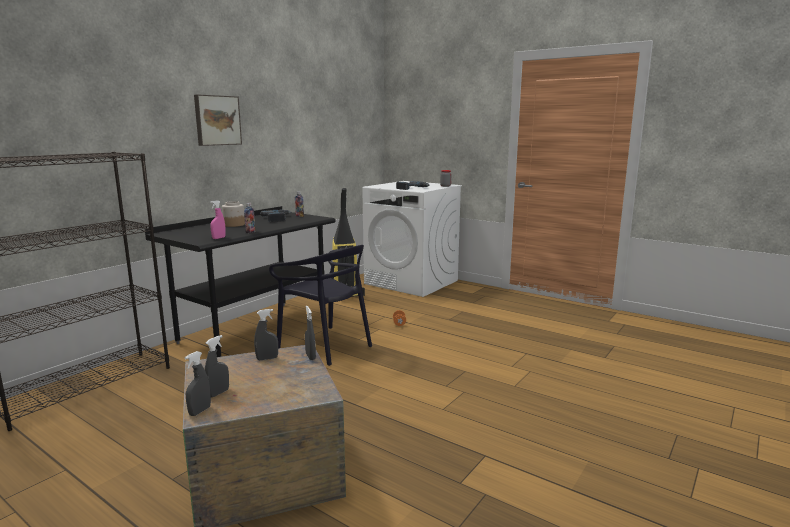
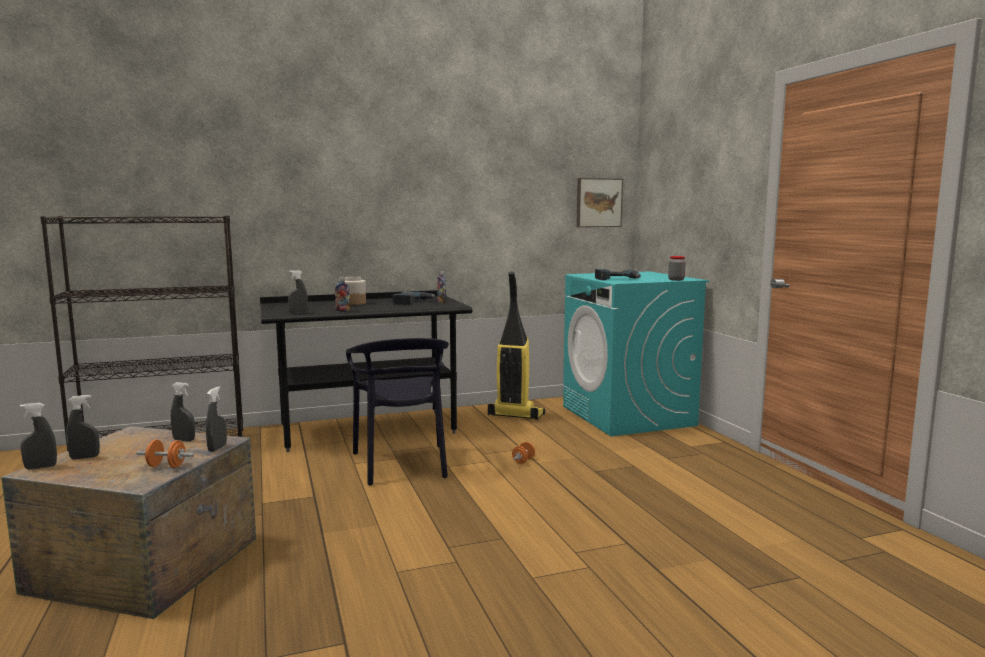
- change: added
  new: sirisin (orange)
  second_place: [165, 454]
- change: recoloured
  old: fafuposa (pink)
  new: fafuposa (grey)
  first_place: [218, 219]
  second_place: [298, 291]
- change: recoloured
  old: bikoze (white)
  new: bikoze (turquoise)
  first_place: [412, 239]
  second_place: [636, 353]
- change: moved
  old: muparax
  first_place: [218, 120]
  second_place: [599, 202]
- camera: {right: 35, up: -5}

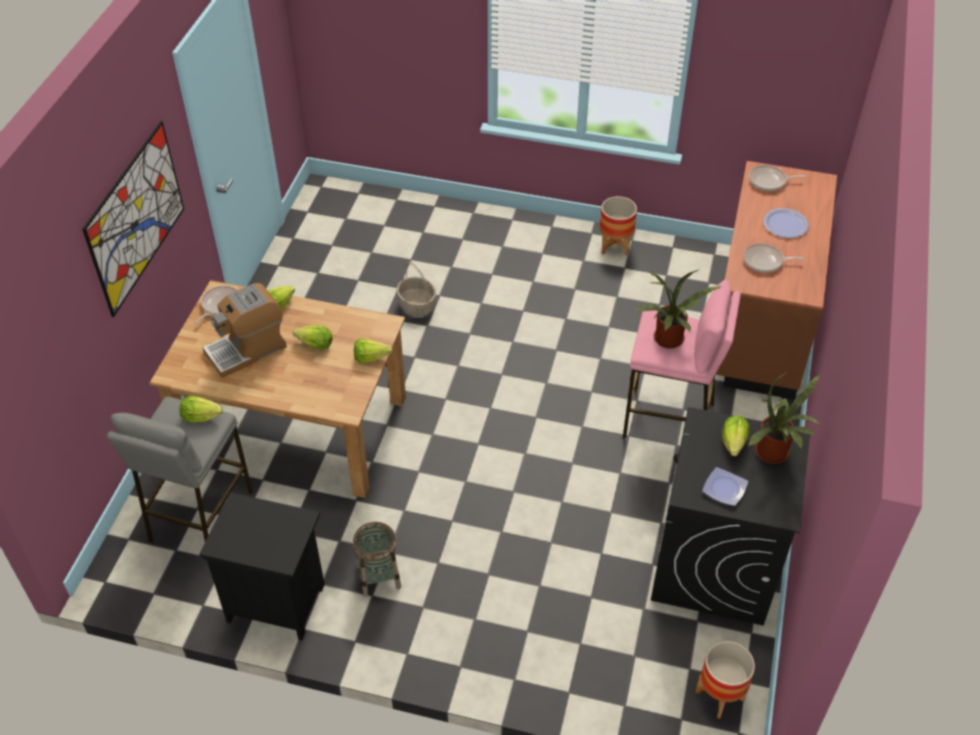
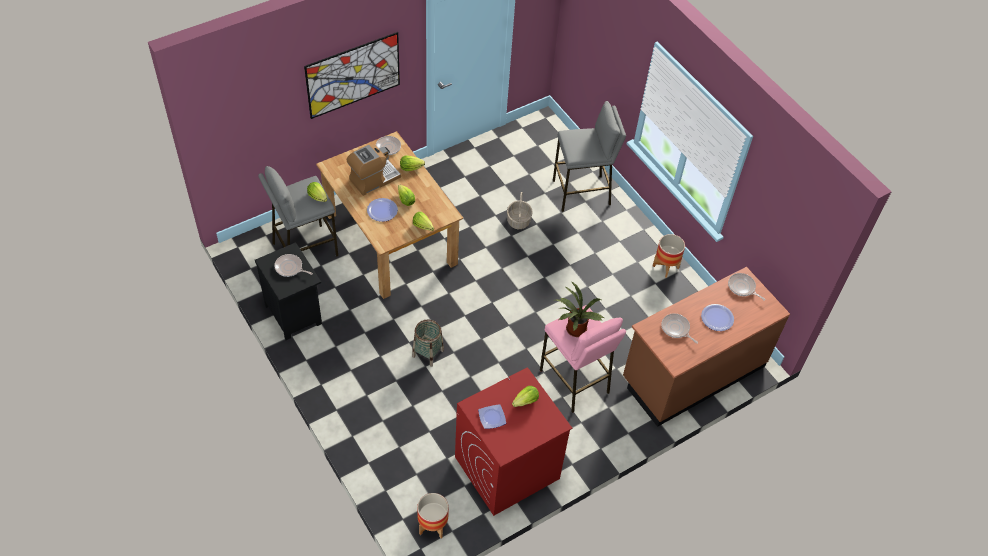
- change: added
  new: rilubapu
  second_place: [293, 265]
- change: turned
  old: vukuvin
  first_place: [244, 330]
  second_place: [374, 170]
  degrees: 135
- change: added
  new: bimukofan
  second_place: [382, 210]
- change: moved
  old: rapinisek
  first_place: [377, 559]
  second_place: [428, 343]
- change: recoloured
  old: bikoze (black)
  new: bikoze (red)
  first_place: [730, 516]
  second_place: [513, 441]
- change: added
  new: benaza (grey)
  second_place: [589, 156]
- change: removed
  old: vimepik
  first_place: [785, 418]
- camera: {right: 40, up: 5}

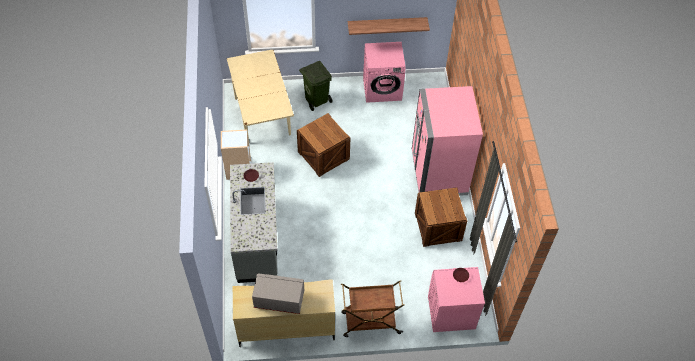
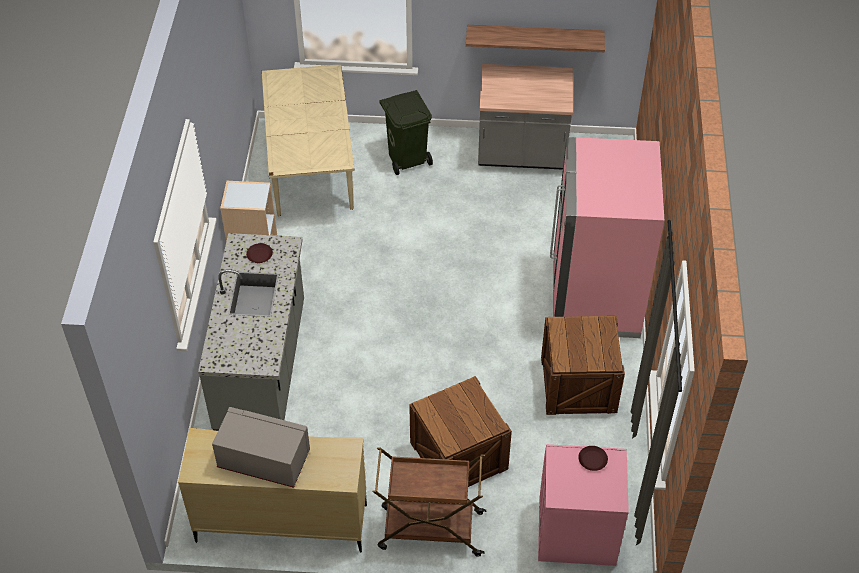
- change: moved
  old: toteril
  first_place: [323, 145]
  second_place: [460, 431]
- change: replaced
  old: bikoze (pink)
  new: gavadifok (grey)
  first_place: [384, 72]
  second_place: [525, 117]
- camera: {right: 10, up: -5}

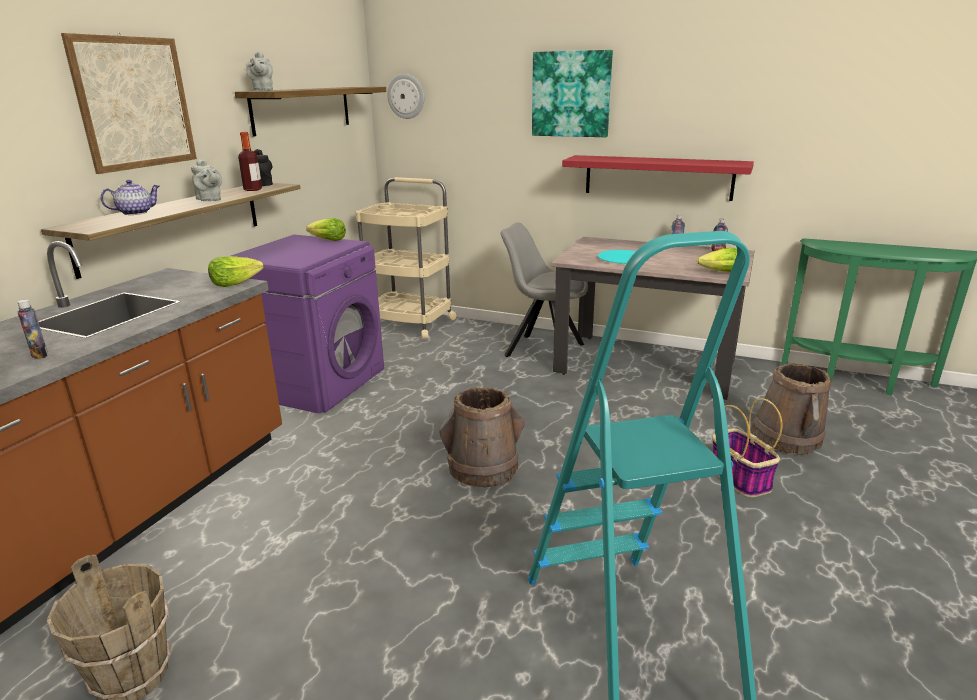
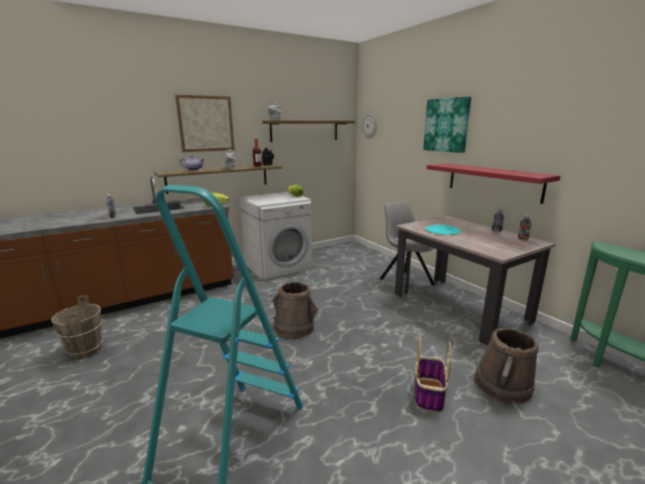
- change: recoloured
  old: bikoze (purple)
  new: bikoze (white)
  first_place: [307, 324]
  second_place: [276, 236]
- change: removed
  old: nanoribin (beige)
  first_place: [406, 258]
- change: removed
  old: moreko
  first_place: [717, 260]
- camera: {right: 35, up: -5}

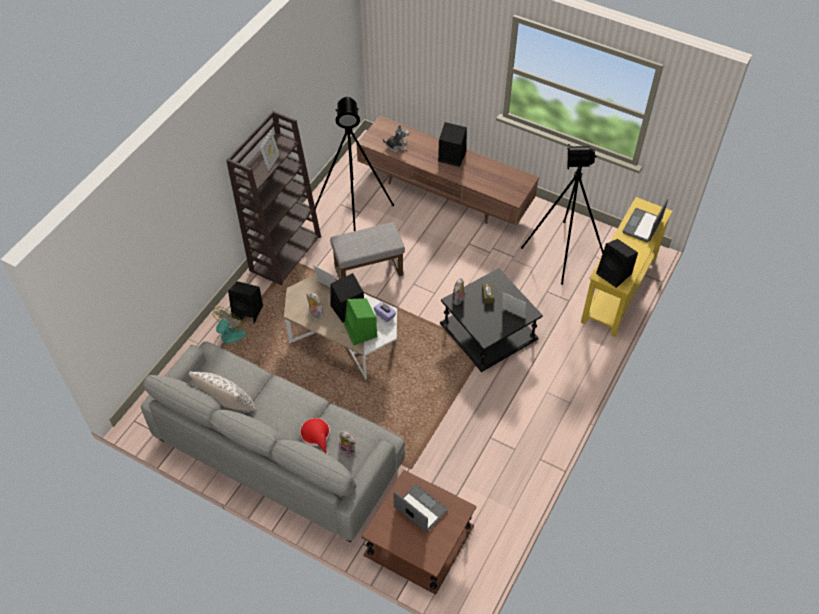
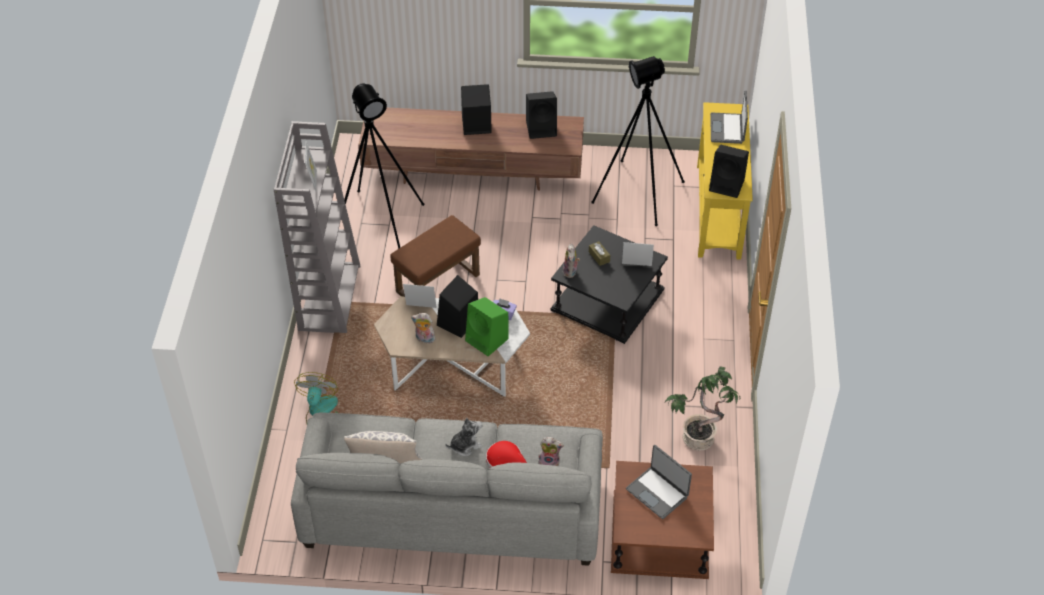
- change: recoloured
  old: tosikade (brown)
  new: tosikade (grey)
  first_place: [273, 198]
  second_place: [317, 227]
- change: recoloured
  old: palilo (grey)
  new: palilo (brown)
  first_place: [367, 250]
  second_place: [435, 255]
- change: moved
  old: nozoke
  first_place: [395, 138]
  second_place: [463, 437]
- change: moved
  old: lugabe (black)
  first_place: [245, 302]
  second_place: [541, 115]
- change: turned
  old: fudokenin
  first_place: [420, 508]
  second_place: [659, 482]
  degrees: -150
- change: added
  new: vimepik
  second_place: [702, 408]
- camera: {right: -25, up: -5}

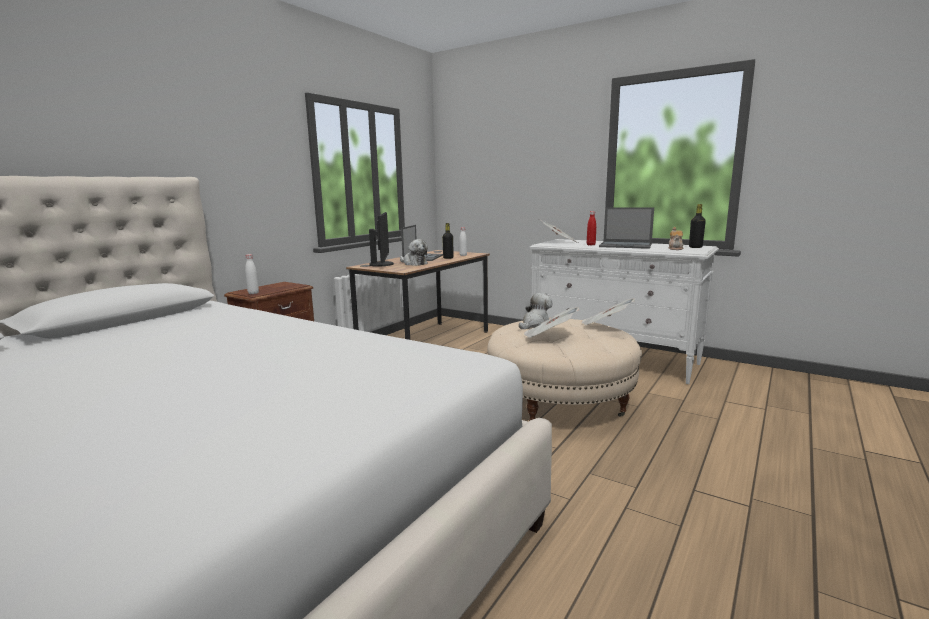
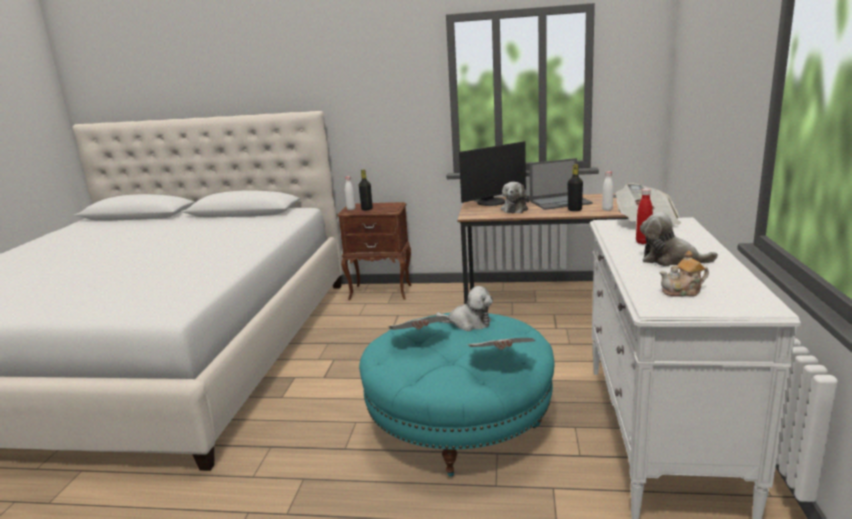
- change: moved
  old: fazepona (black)
  first_place: [697, 226]
  second_place: [366, 190]
- change: recoloured
  old: palilo (beige)
  new: palilo (turquoise)
  first_place: [565, 369]
  second_place: [456, 395]
- change: replaced
  old: fudokenin
  new: nozoke
  first_place: [626, 228]
  second_place: [679, 239]
- camera: {right: 65, up: 5}

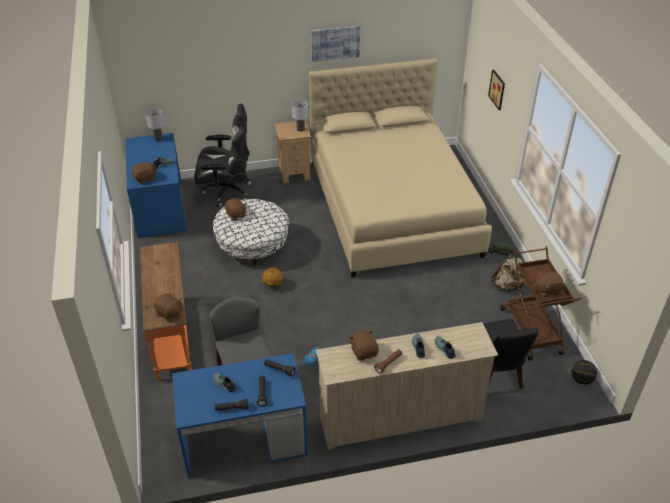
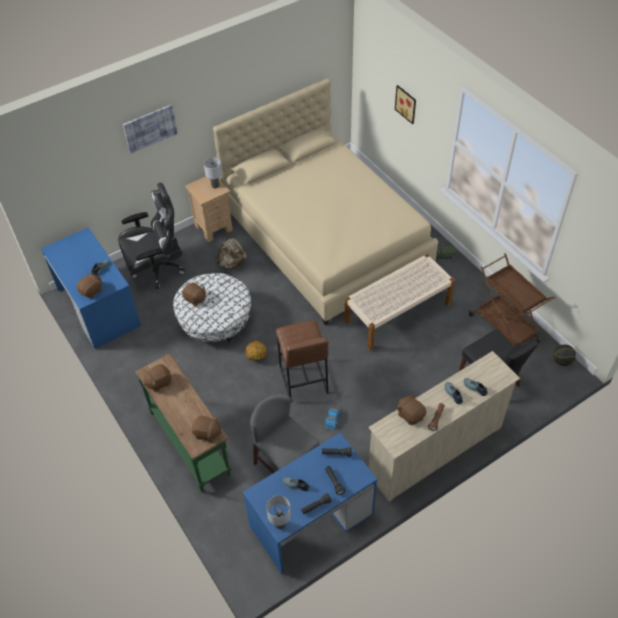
- change: moved
  old: muparax
  first_place: [335, 44]
  second_place: [150, 128]
- change: recoloured
  old: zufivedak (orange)
  new: zufivedak (green)
  first_place: [166, 311]
  second_place: [183, 423]
- change: moved
  old: nozoke (brown)
  first_place: [549, 284]
  second_place: [157, 378]
- change: moved
  old: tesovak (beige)
  first_place: [508, 273]
  second_place: [230, 253]
- change: moved
  old: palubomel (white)
  first_place: [154, 124]
  second_place: [278, 512]
- change: added
  new: benaza (brown)
  second_place: [302, 361]
- change: added
  new: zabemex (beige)
  second_place: [399, 302]
- camera: {right: -20, up: 10}

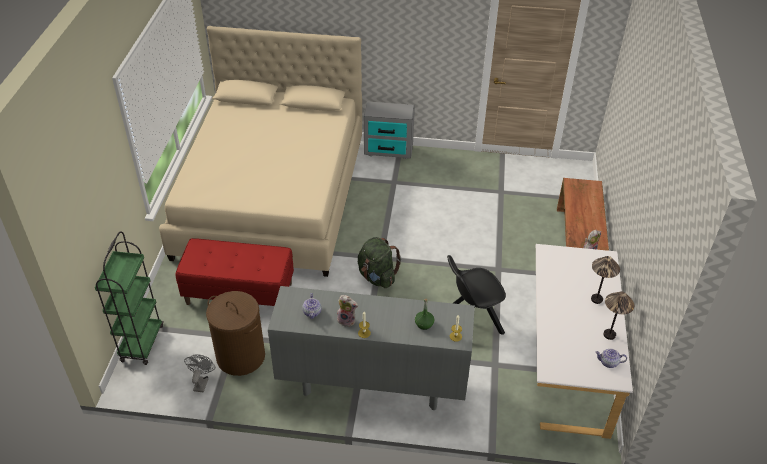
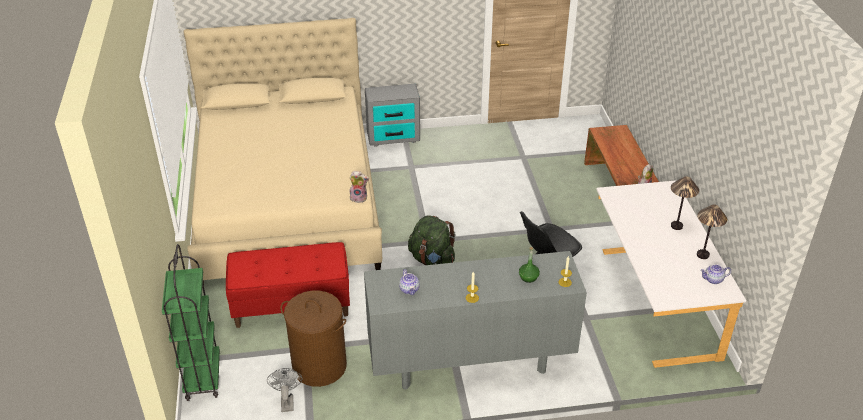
- change: moved
  old: nozoke
  first_place: [347, 311]
  second_place: [359, 187]
- camera: {right: -15, up: -5}

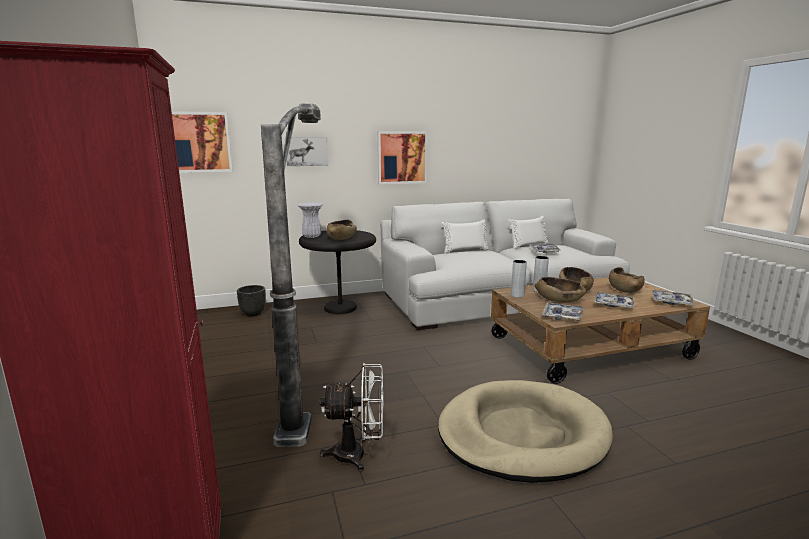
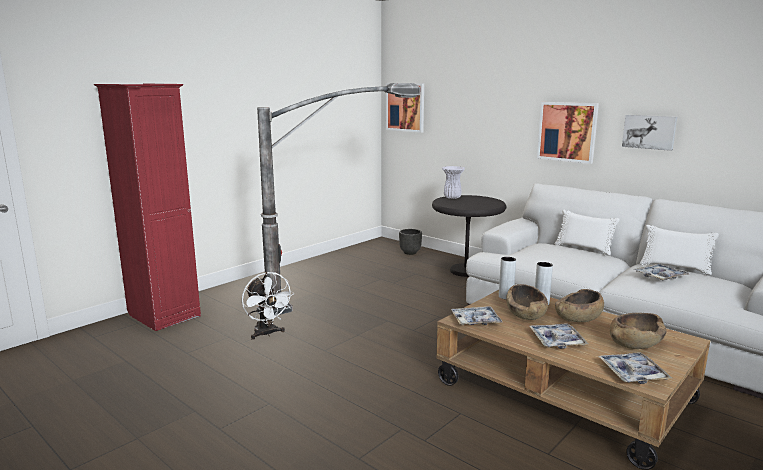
- change: moved
  old: muparax
  first_place: [306, 151]
  second_place: [649, 133]
- change: removed
  old: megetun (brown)
  first_place: [342, 230]
- change: removed
  old: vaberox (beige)
  first_place: [525, 431]
- camera: {right: 60, up: 0}

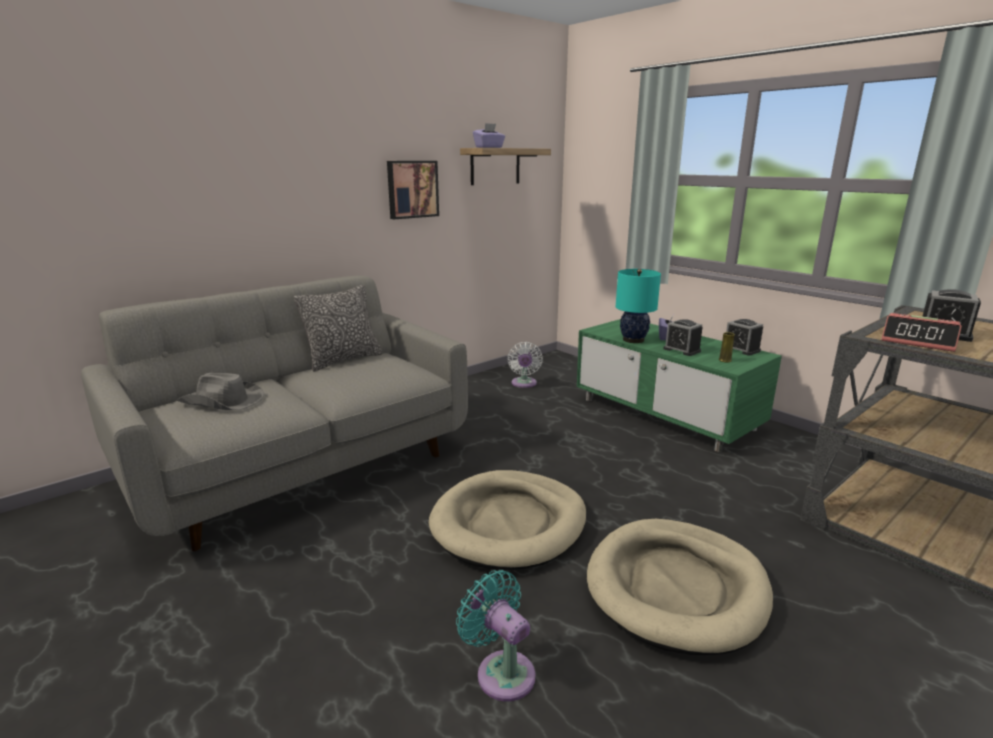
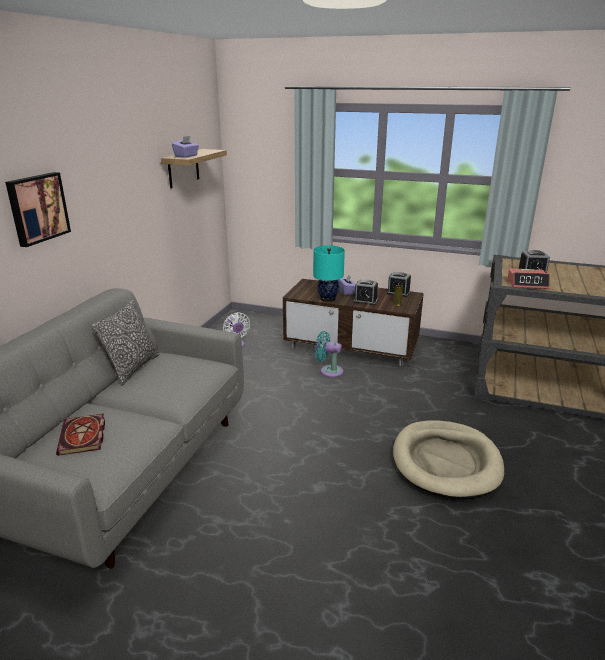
- change: moved
  old: muparax
  first_place: [413, 190]
  second_place: [38, 209]
- change: replaced
  old: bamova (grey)
  new: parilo
  first_place: [220, 392]
  second_place: [80, 435]
- change: recoloured
  old: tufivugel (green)
  new: tufivugel (brown)
  first_place: [679, 385]
  second_place: [353, 322]
- change: moved
  old: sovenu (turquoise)
  first_place: [496, 635]
  second_place: [329, 354]
- change: removed
  old: vaberox (beige)
  first_place: [507, 520]
- camera: {right: -30, up: 5}

